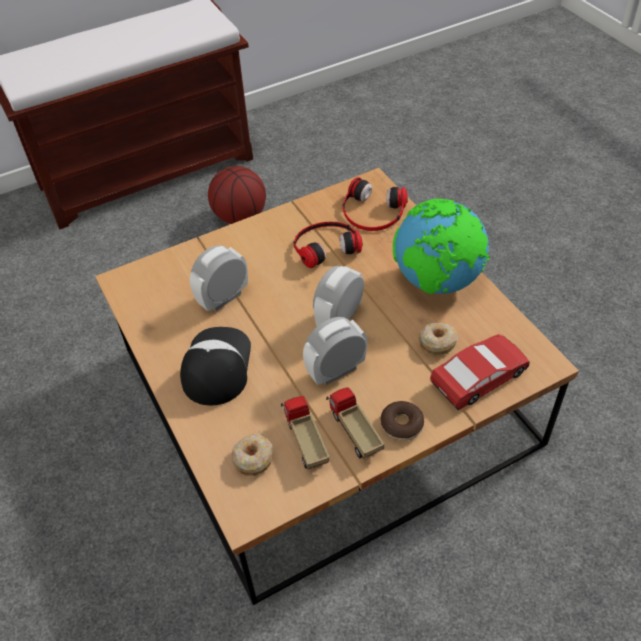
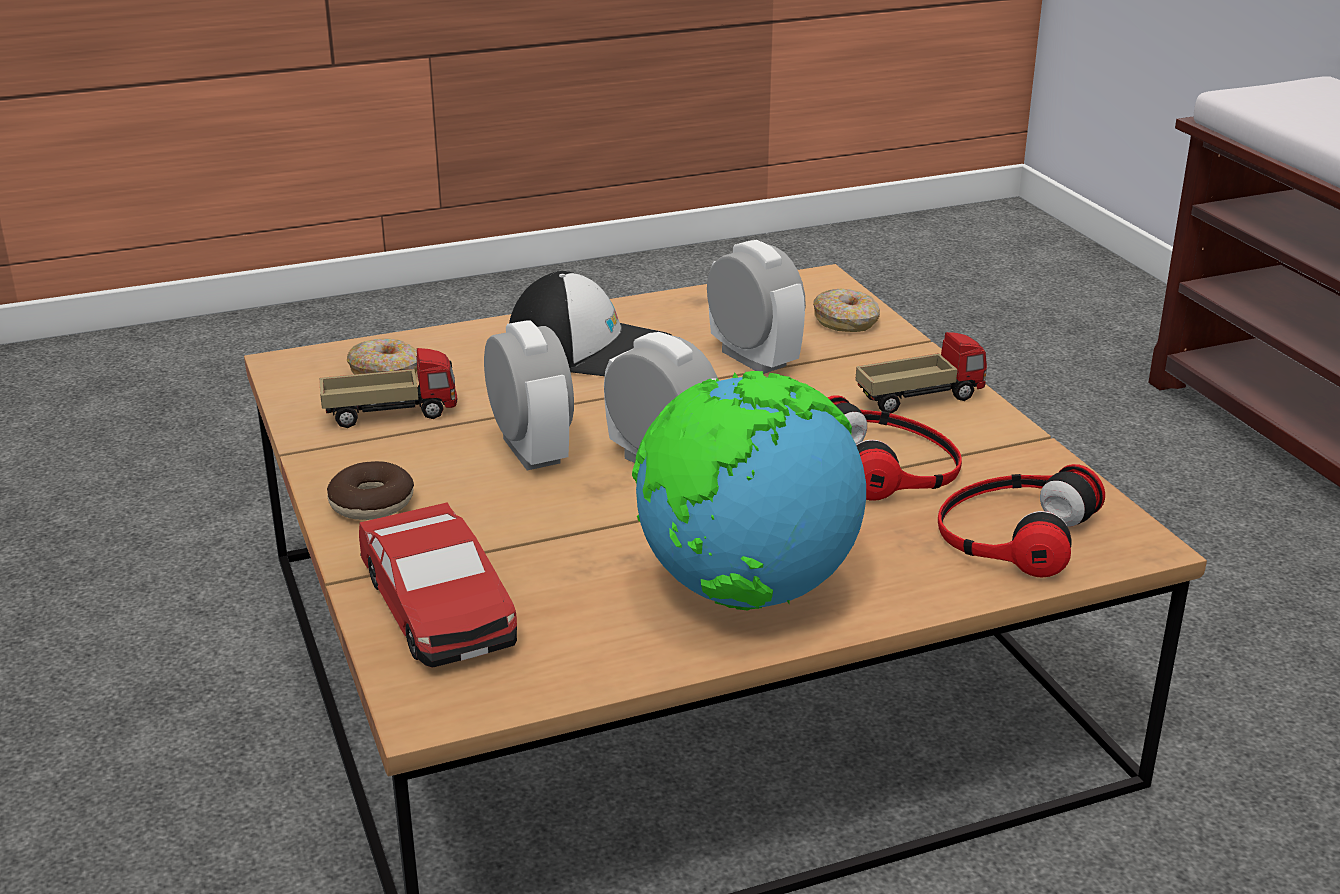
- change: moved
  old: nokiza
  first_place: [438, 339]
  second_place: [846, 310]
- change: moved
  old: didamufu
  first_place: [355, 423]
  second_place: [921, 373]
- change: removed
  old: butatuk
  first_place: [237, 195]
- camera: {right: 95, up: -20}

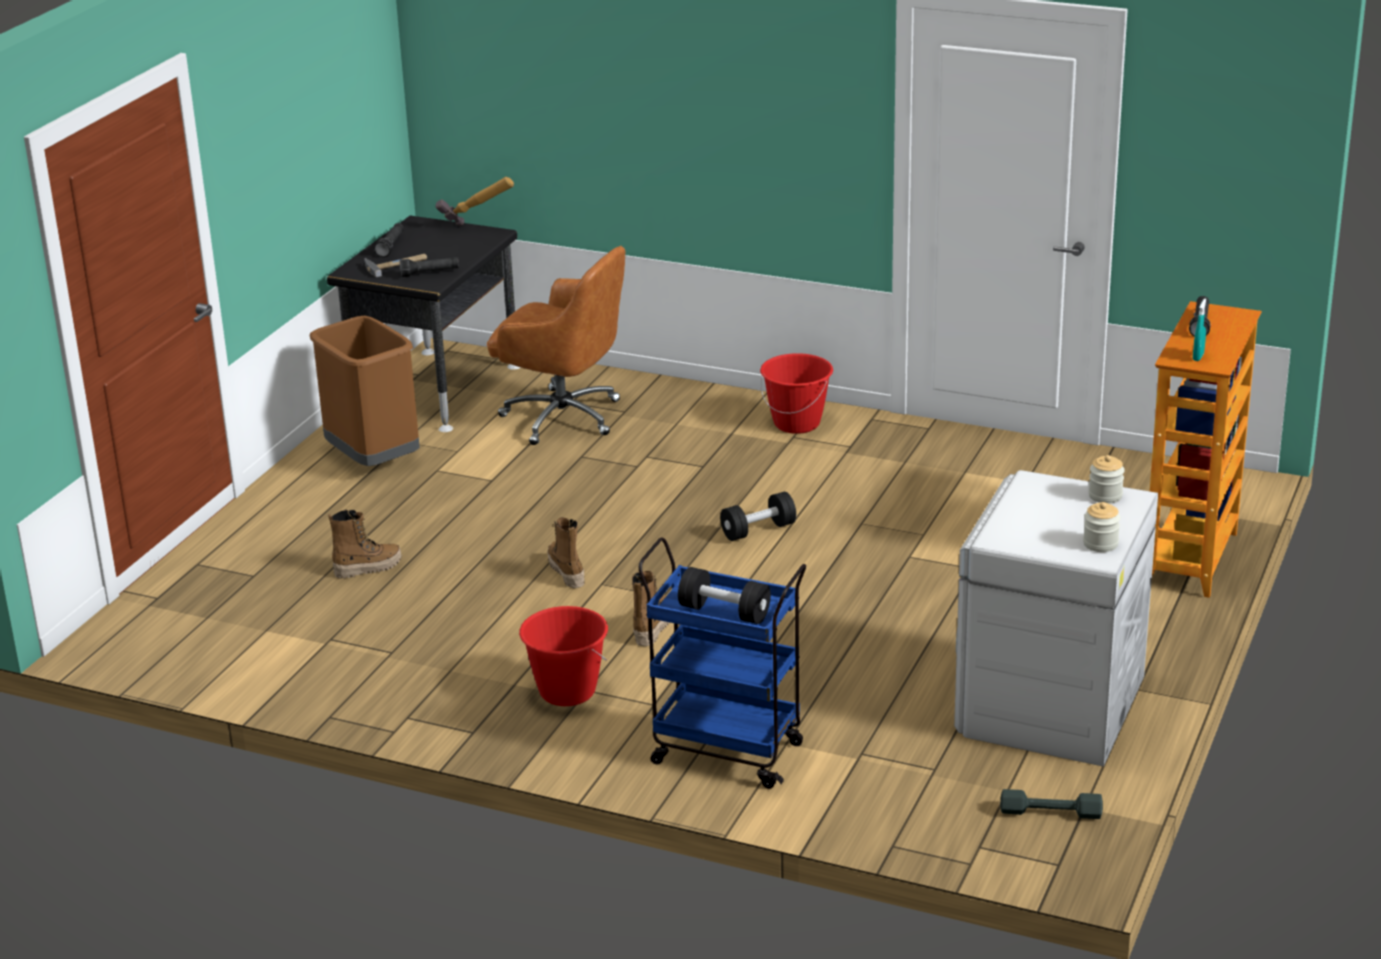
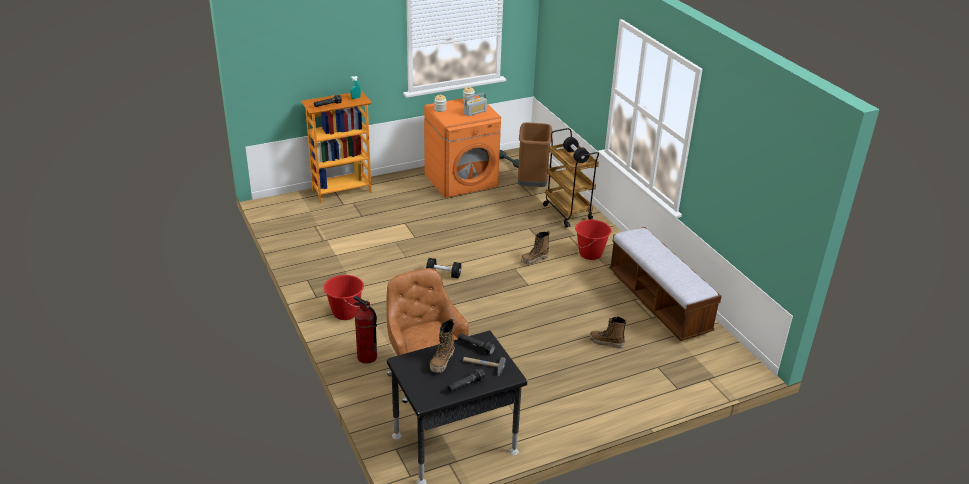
- change: added
  new: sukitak
  second_place: [365, 330]
- change: recoloured
  old: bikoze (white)
  new: bikoze (orange)
  first_place: [1056, 618]
  second_place: [462, 147]
- change: moved
  old: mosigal
  first_place: [566, 552]
  second_place: [442, 345]
- change: added
  new: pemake
  second_place: [475, 104]
- change: moved
  old: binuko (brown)
  first_place: [365, 391]
  second_place: [535, 154]
- change: recoloured
  old: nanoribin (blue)
  new: nanoribin (brown)
  first_place: [722, 663]
  second_place: [571, 177]
- change: added
  new: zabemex
  second_place: [665, 284]
- change: removed
  old: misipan
  first_place: [475, 201]
- camera: {right: -140, up: 5}

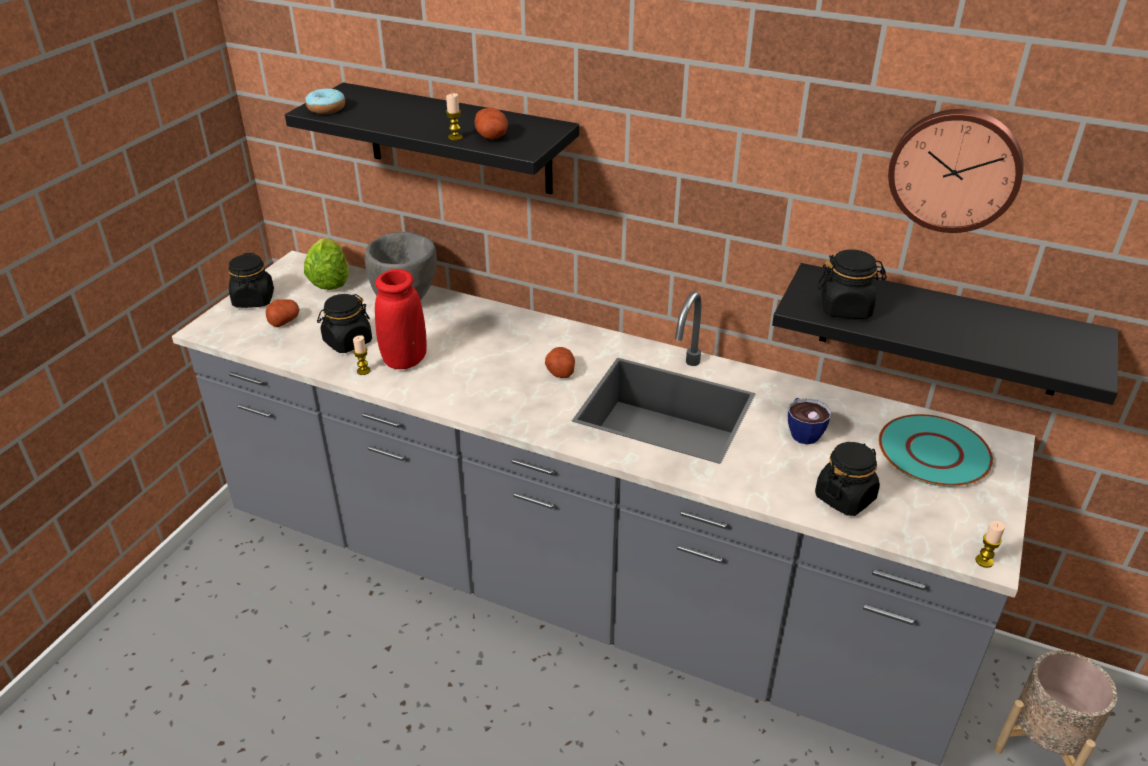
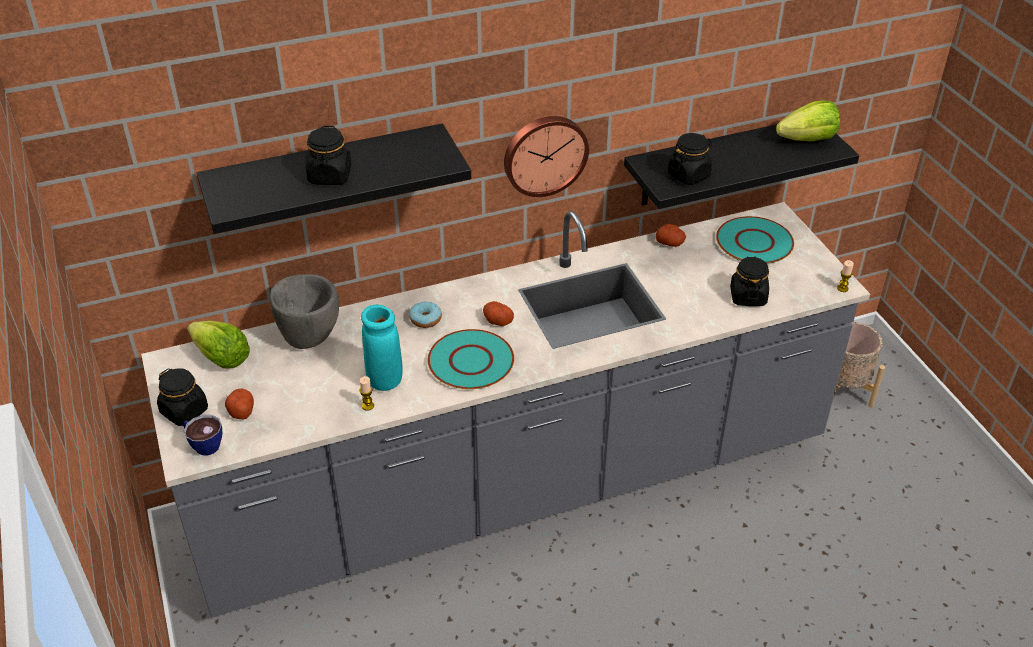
- change: moved
  old: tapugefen
  first_place: [809, 421]
  second_place: [202, 435]
- change: moved
  old: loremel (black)
  first_place: [344, 323]
  second_place: [328, 155]
- change: recoloured
  old: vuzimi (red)
  new: vuzimi (turquoise)
  first_place: [401, 319]
  second_place: [382, 348]
- change: moved
  old: nokiza
  first_place: [325, 101]
  second_place: [425, 315]
- change: added
  new: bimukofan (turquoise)
  second_place: [471, 359]
- change: moved
  old: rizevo
  first_place: [956, 171]
  second_place: [546, 156]
- change: moved
  old: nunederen
  first_place: [491, 123]
  second_place: [671, 235]
- change: added
  new: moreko
  second_place: [808, 120]
- change: removed
  old: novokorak
  first_place: [454, 117]
- camera: {right: -45, up: 5}

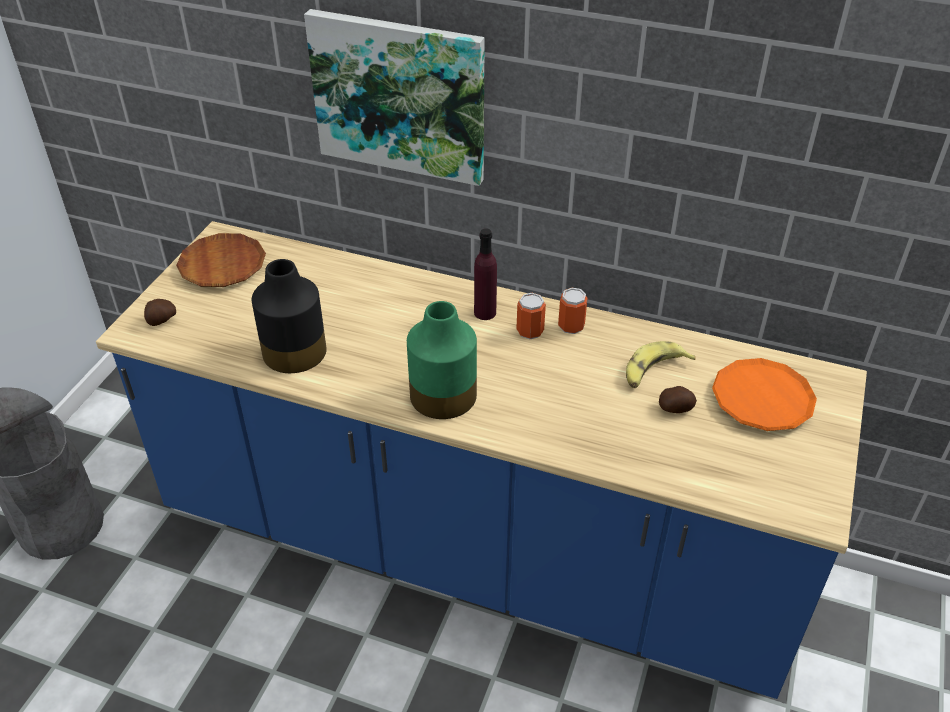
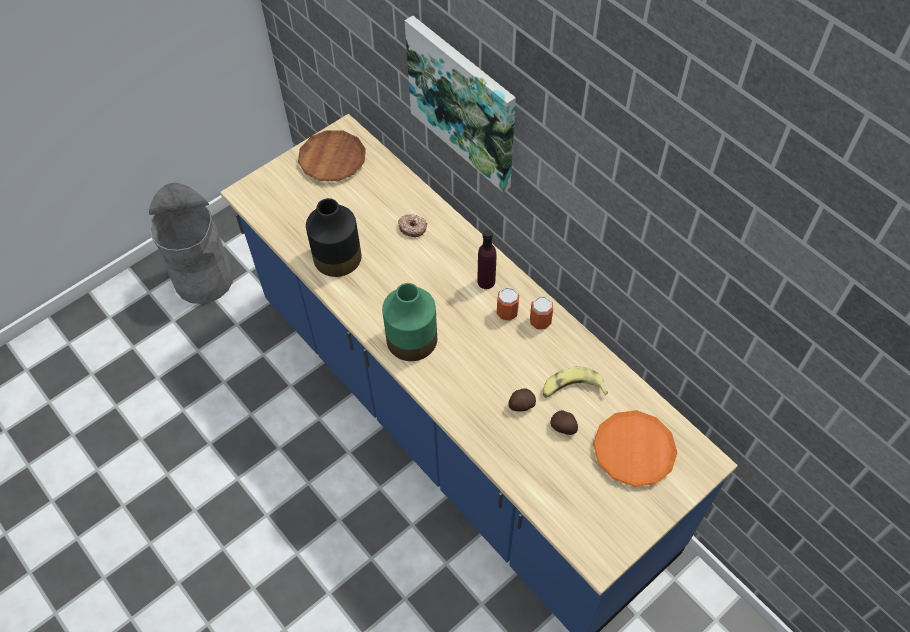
- change: added
  new: nokiza
  second_place: [412, 225]
- change: moved
  old: nunederen
  first_place: [160, 312]
  second_place: [522, 400]
- camera: {right: 30, up: 15}

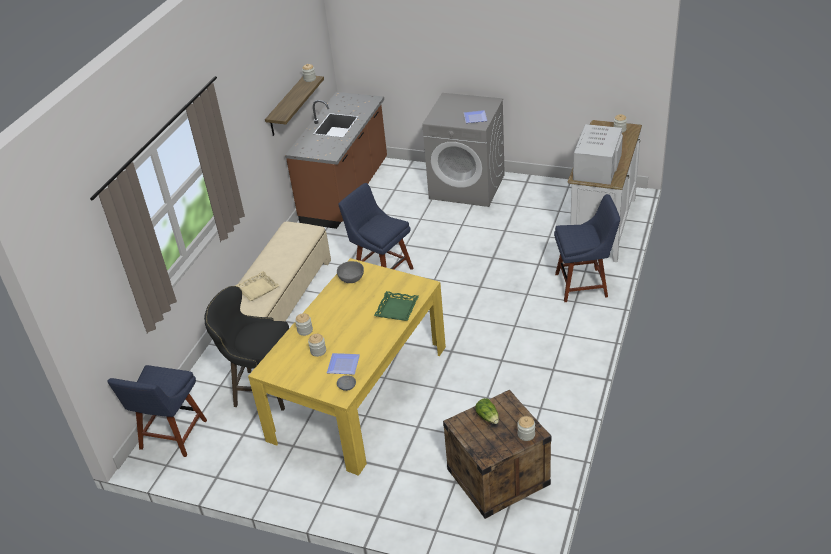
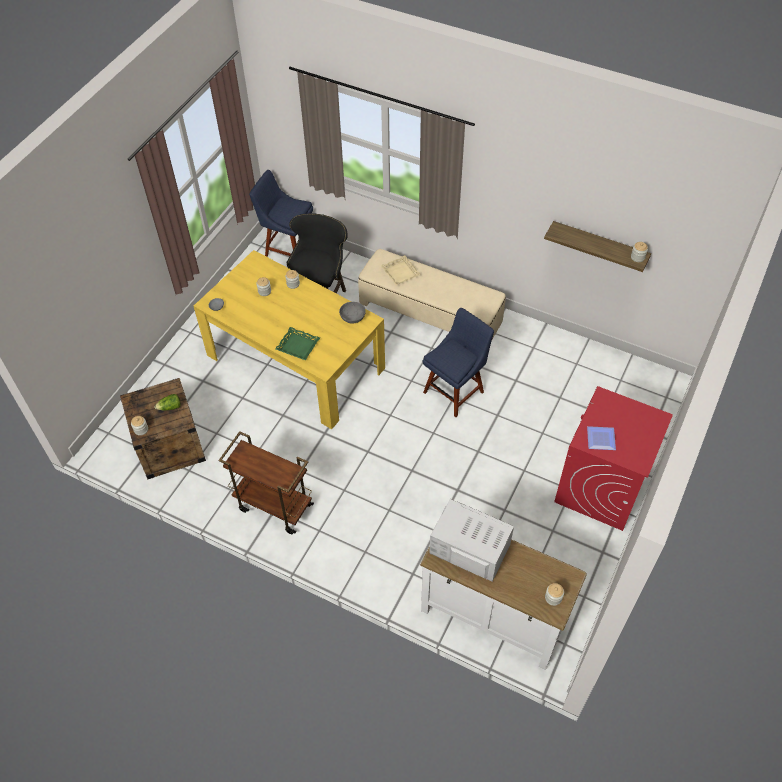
- change: added
  new: nanoribin (brown)
  second_place: [266, 482]
- change: recoloured
  old: bikoze (grey)
  new: bikoze (red)
  first_place: [463, 150]
  second_place: [613, 458]
- change: removed
  old: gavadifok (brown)
  first_place: [336, 160]
- change: removed
  old: bimukofan
  first_place: [343, 364]
- change: removed
  old: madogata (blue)
  first_place: [587, 248]
- camera: {right: 95, up: 15}

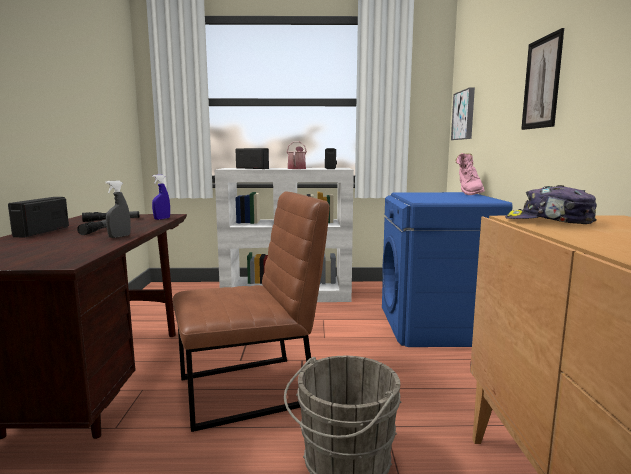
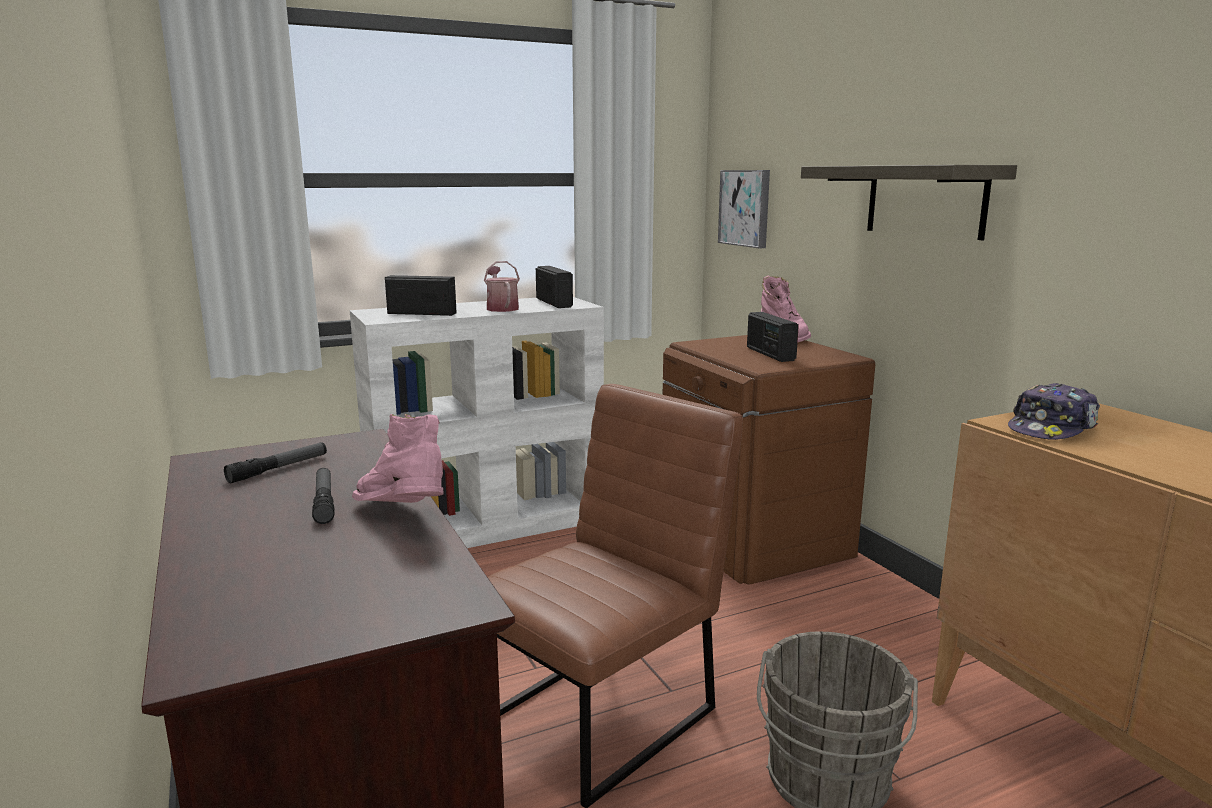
- change: replaced
  old: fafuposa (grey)
  new: mosigal (pink)
  first_place: [118, 209]
  second_place: [398, 458]
- change: recoloured
  old: bikoze (blue)
  new: bikoze (brown)
  first_place: [447, 269]
  second_place: [769, 459]
- change: moved
  old: pemake
  first_place: [38, 217]
  second_place: [773, 337]
- change: replaced
  old: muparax
  new: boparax
  first_place: [542, 79]
  second_place: [909, 202]
- change: turned
  old: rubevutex
  first_place: [551, 204]
  second_place: [1054, 411]
  degrees: -45
- change: removed
  old: fafuposa (blue)
  first_place: [161, 197]
- camera: {right: -25, up: 5}

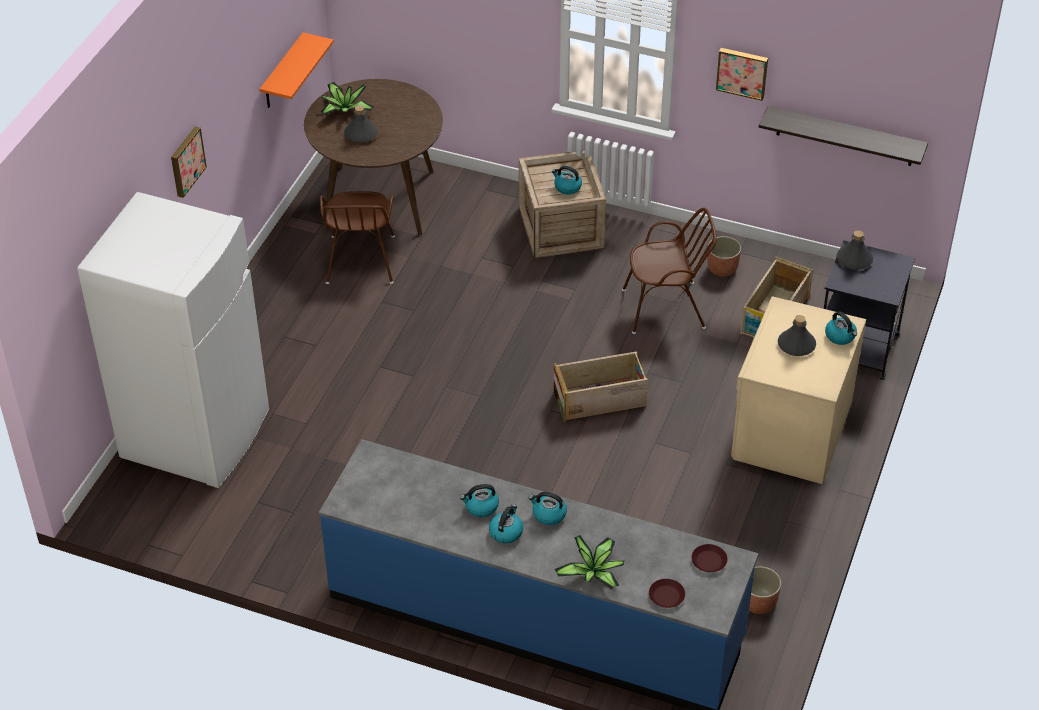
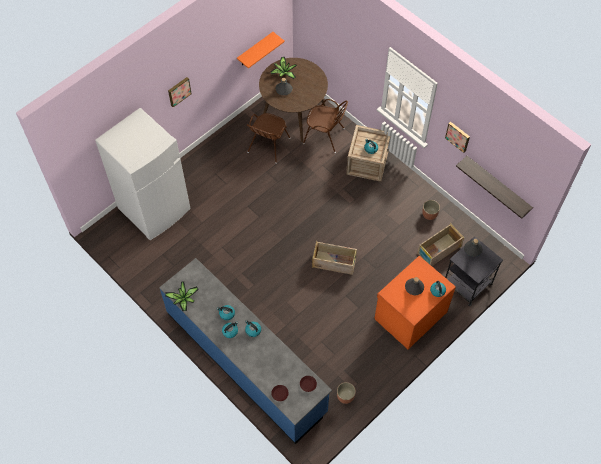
- change: moved
  old: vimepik
  first_place: [589, 562]
  second_place: [182, 296]
- change: moved
  old: madogata (brown)
  first_place: [669, 271]
  second_place: [325, 126]
- change: recoloured
  old: bikoze (beige)
  new: bikoze (orange)
  first_place: [798, 390]
  second_place: [415, 302]
- camera: {right: 25, up: 15}

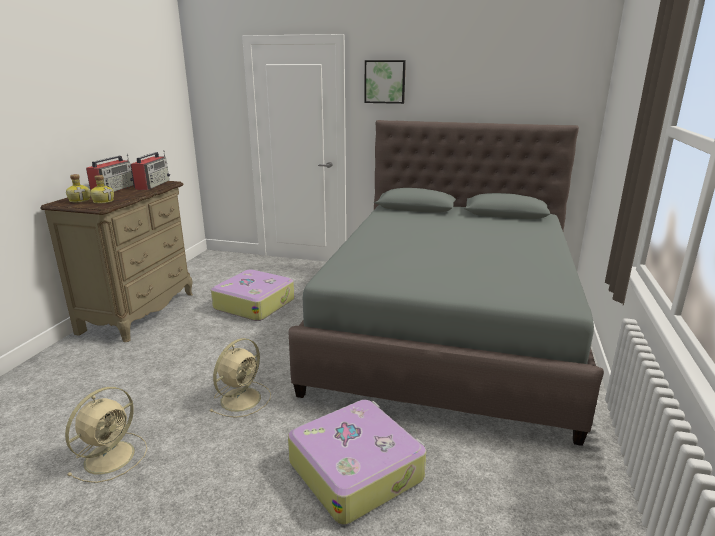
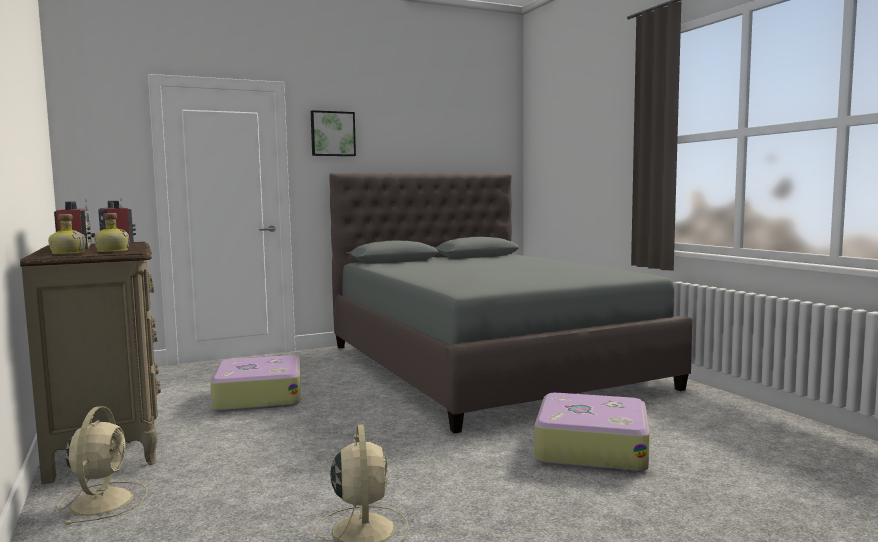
- change: moved
  old: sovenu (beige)
  first_place: [240, 378]
  second_place: [102, 465]
- camera: {right: -40, up: -15}

